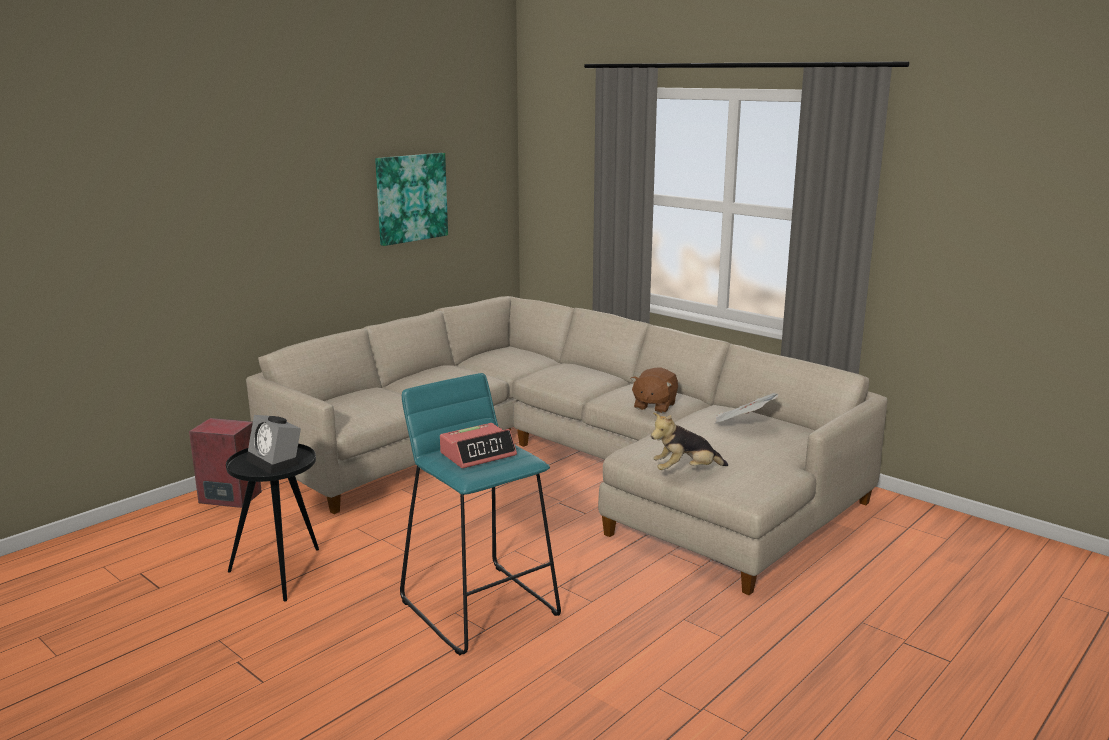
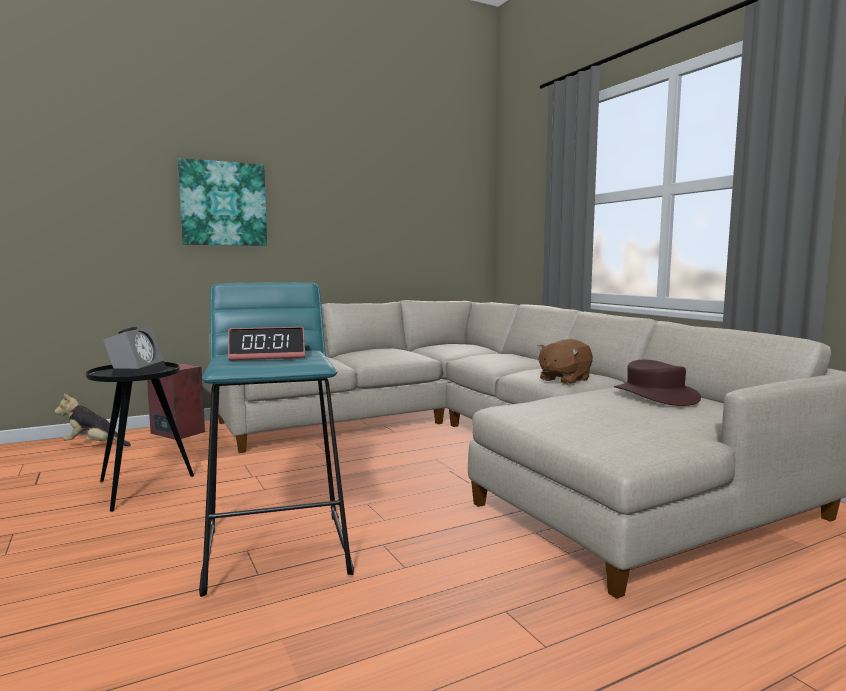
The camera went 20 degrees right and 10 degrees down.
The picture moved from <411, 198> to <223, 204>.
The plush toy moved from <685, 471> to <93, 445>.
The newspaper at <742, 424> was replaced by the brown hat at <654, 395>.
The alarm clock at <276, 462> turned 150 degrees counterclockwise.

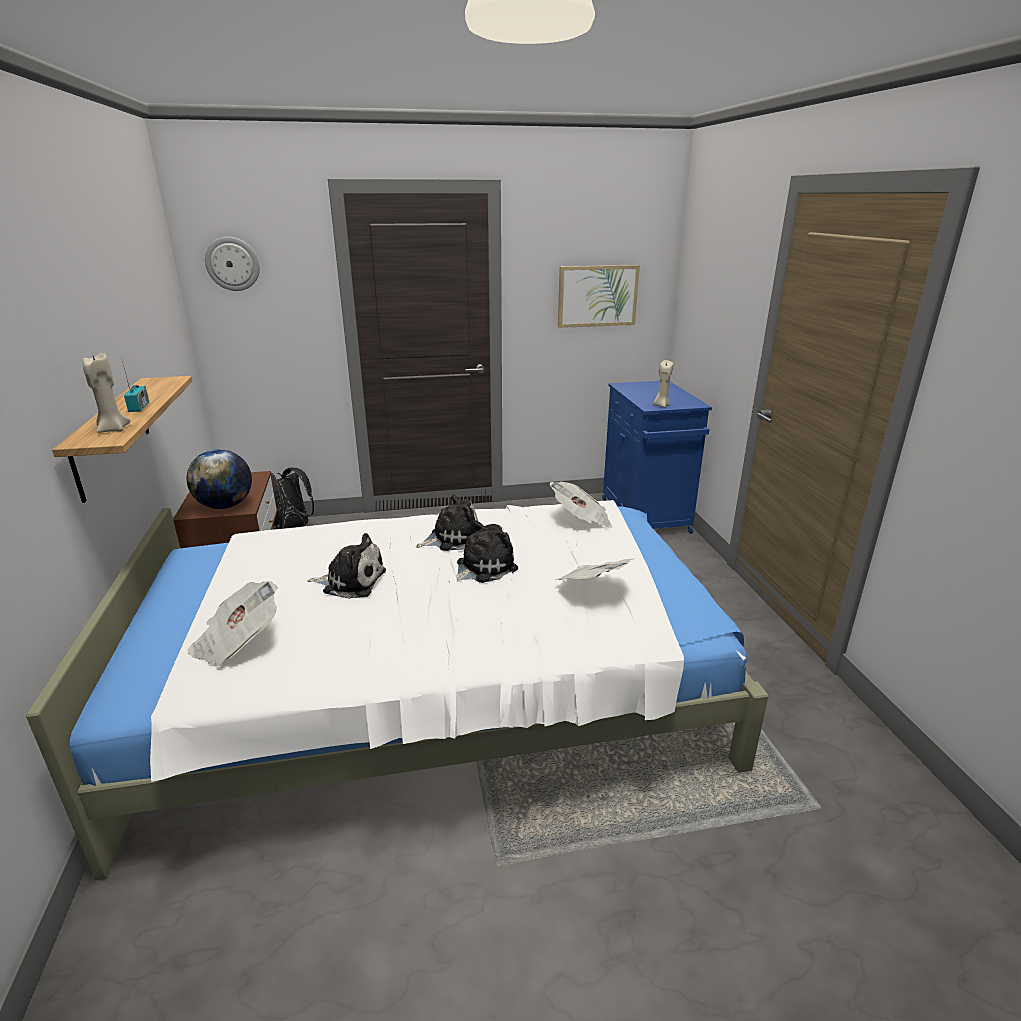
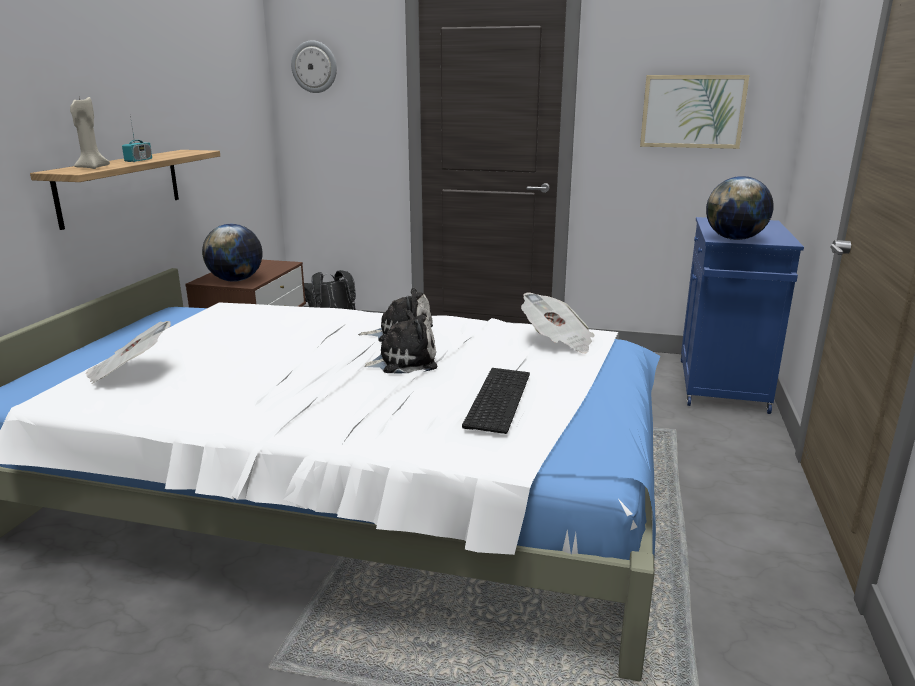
The camera went 25 degrees right and 5 degrees down.
The plush toy at <351, 581> disappeared.
The newspaper at <593, 587> was replaced by the keyboard at <496, 398>.
The beige candle at <661, 405> was replaced by the globe at <735, 239>.

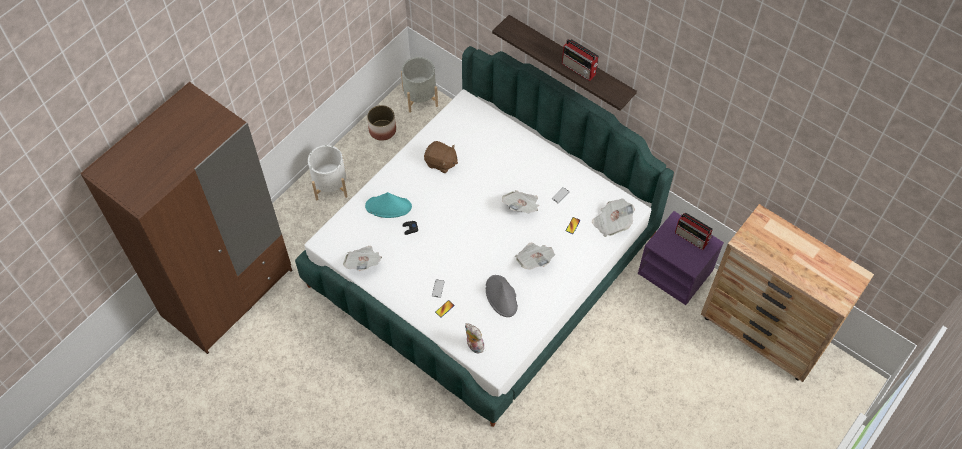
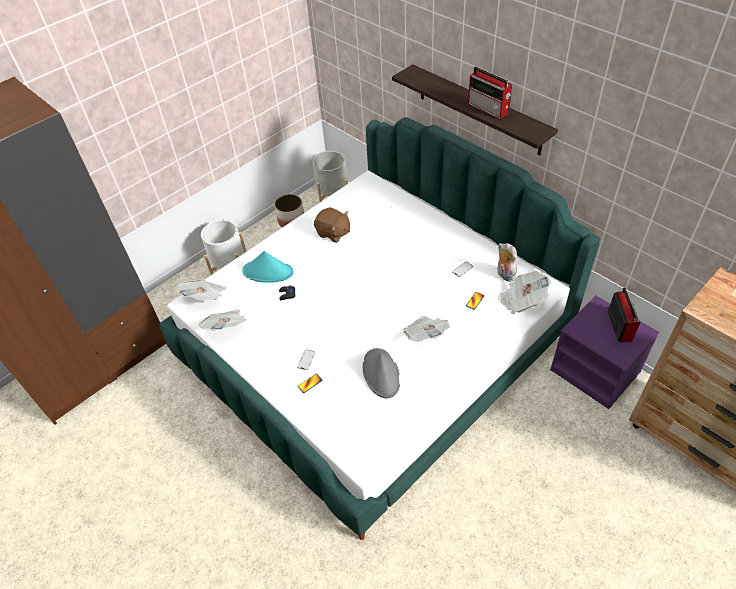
The camera went 10 degrees right and 10 degrees down.
The plush toy moved from <473, 346> to <504, 275>.
The newspaper moved from <521, 207> to <205, 297>.
The radio at <692, 238> turned 135 degrees counterclockwise.

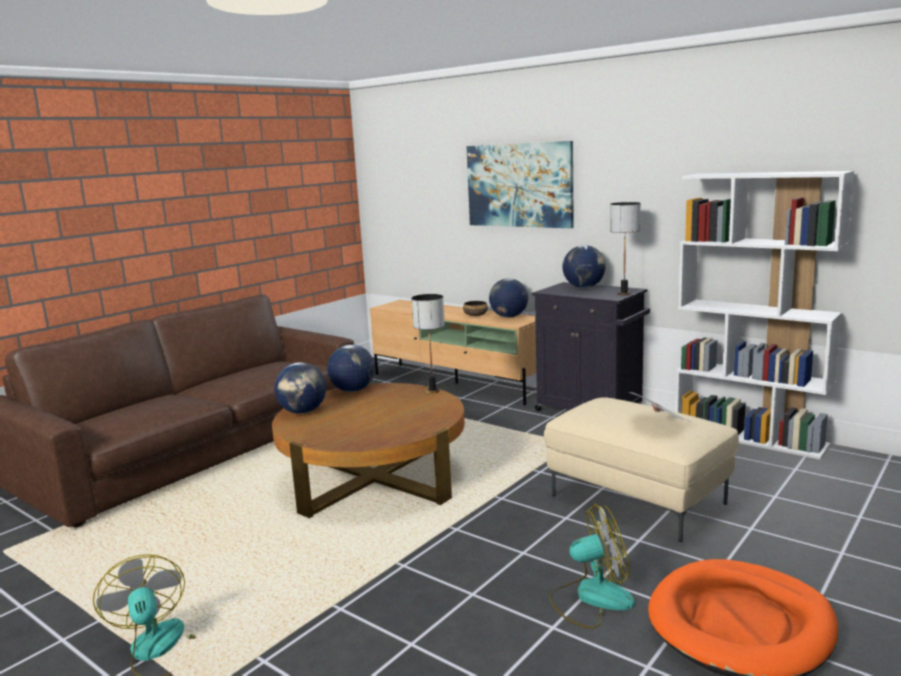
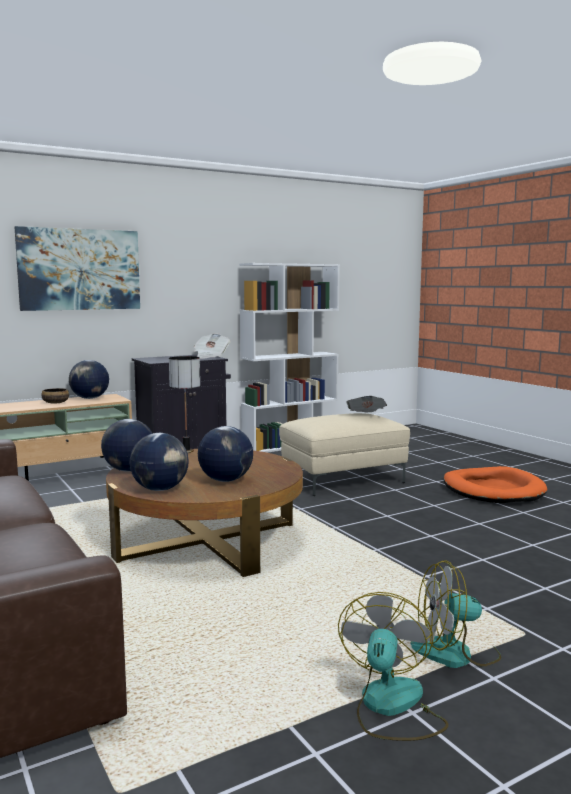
The camera went 70 degrees left and 5 degrees down.
The fan moved from <591, 598> to <391, 707>.
The globe moved from <584, 287> to <226, 480>.
The table lamp at <624, 294> was replaced by the newspaper at <211, 356>.

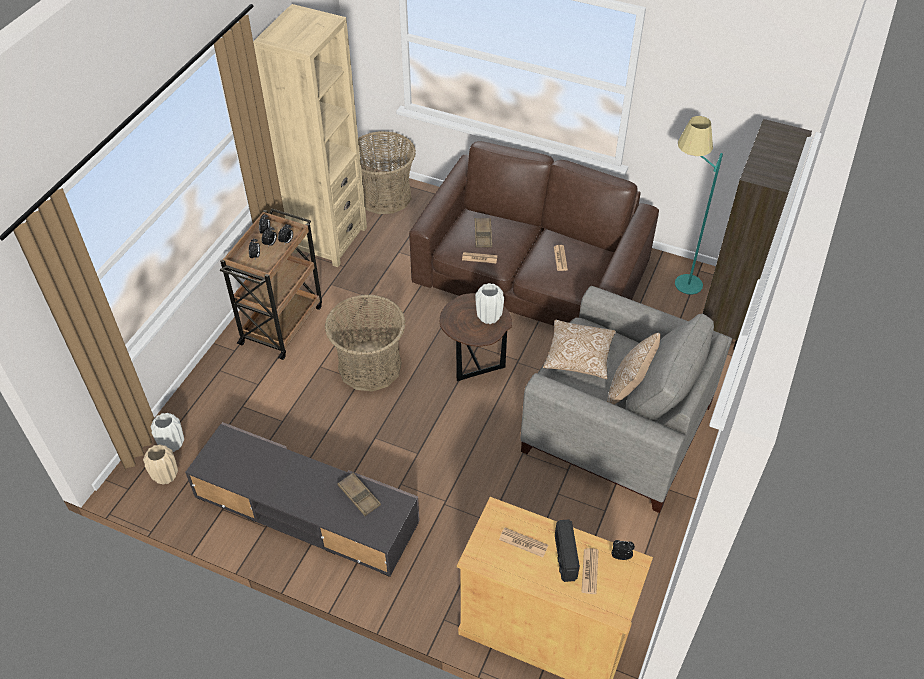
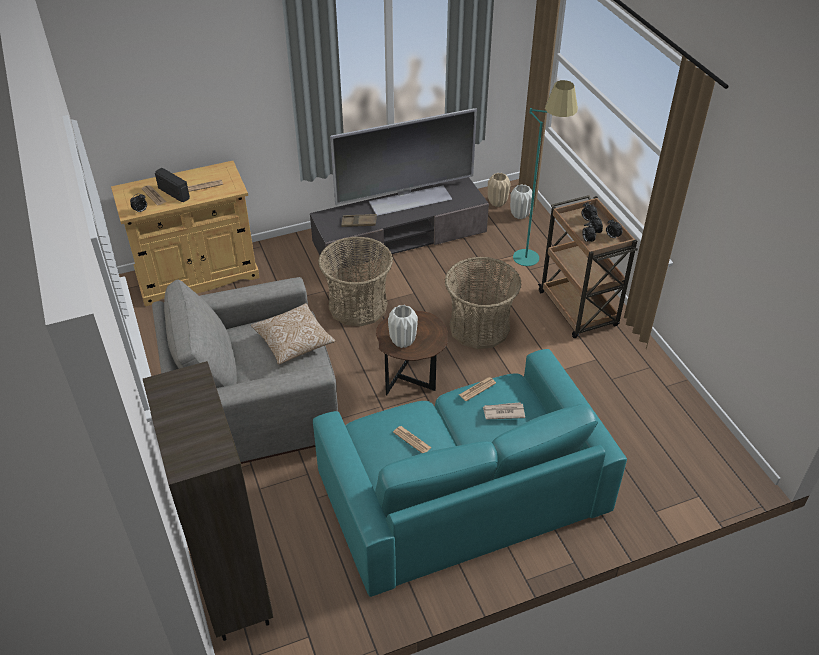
The camera went 135 degrees right and 5 degrees down.
The beige bookcase at <329, 239> disappeared.
The pillow at <629, 389> disappeared.
The television at <409, 200> appeared.
The basket moved from <384, 196> to <358, 306>.
The turquoise floor lamp moved from <675, 283> to <534, 252>.
The brown tray at <483, 235> was replaced by the newspaper at <503, 412>.
The brown sofa at <530, 275> became the turquoise sofa at <461, 491>.

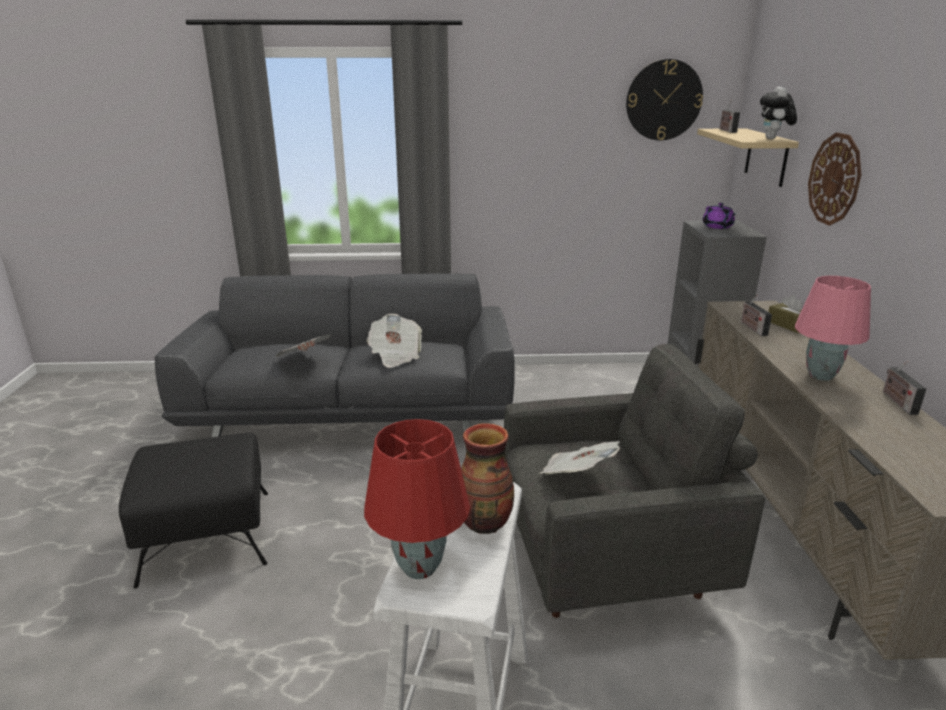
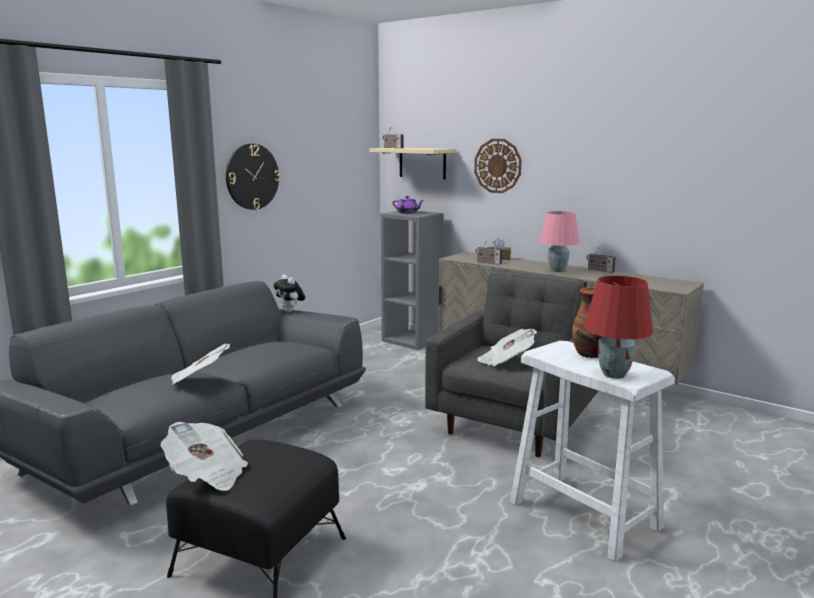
The camera went 50 degrees left and 10 degrees down.
The newspaper moved from <395, 355> to <207, 474>.
The wall clock moved from <663, 100> to <252, 176>.
The plush toy moved from <773, 139> to <290, 312>.

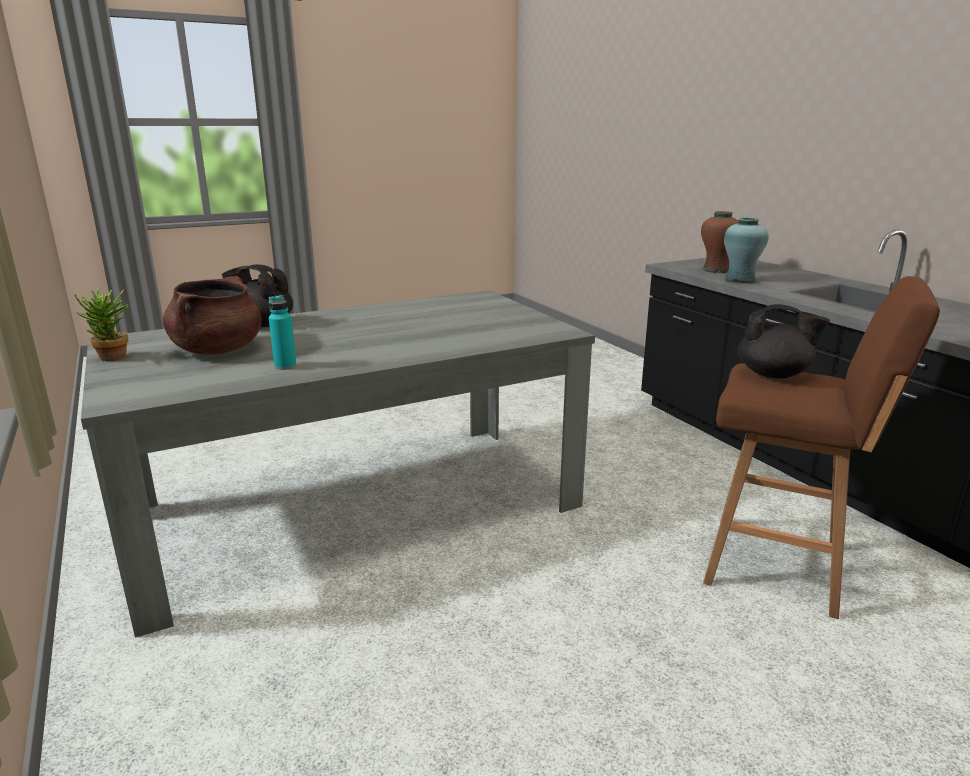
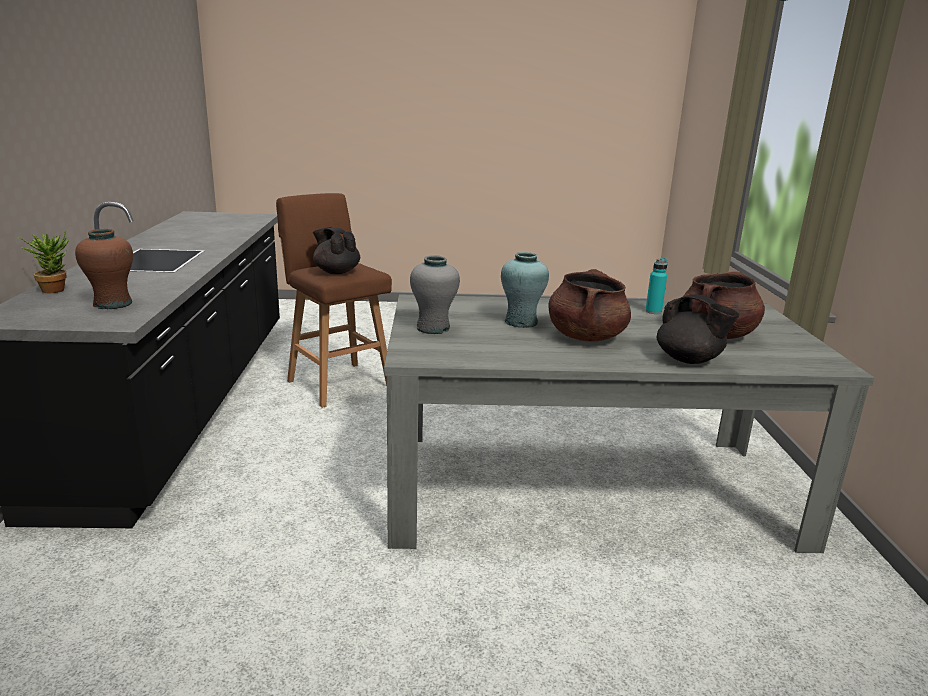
The camera went 155 degrees left and 0 degrees up.
The grey vase at <433, 328> appeared.
The brown cooking pot at <586, 336> appeared.
The potted plant moved from <113, 359> to <55, 289>.
The turquoise vase moved from <740, 280> to <521, 322>.

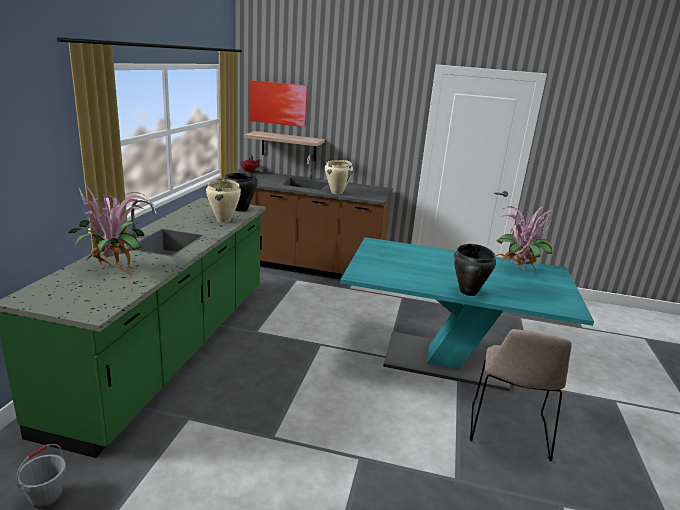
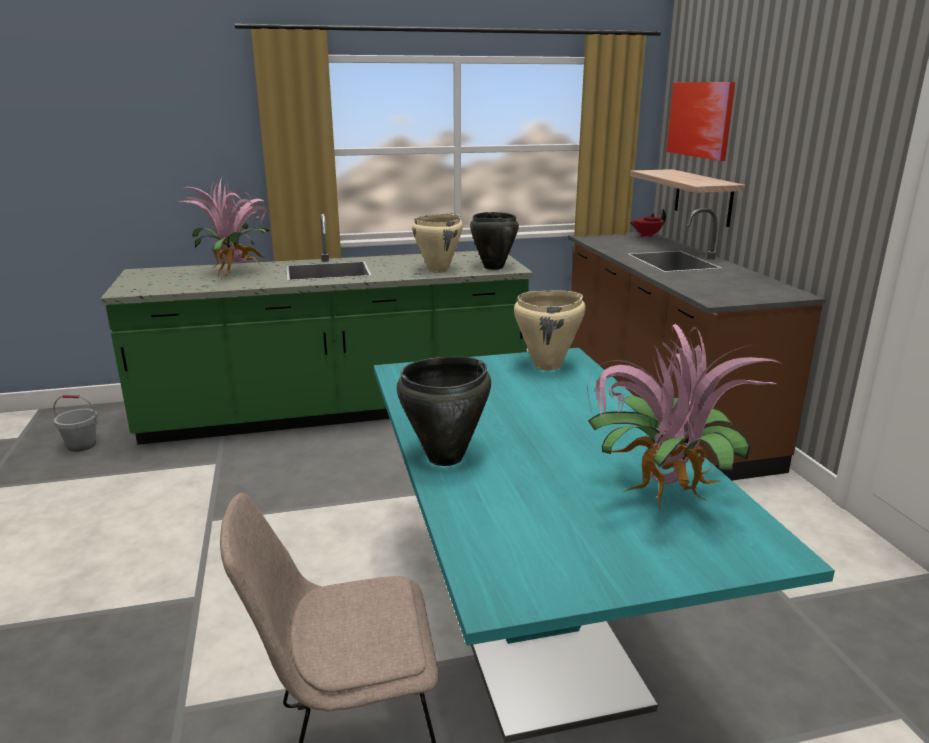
The camera went 65 degrees right and 0 degrees up.
The beige cooking pot moved from <337, 192> to <547, 366>.

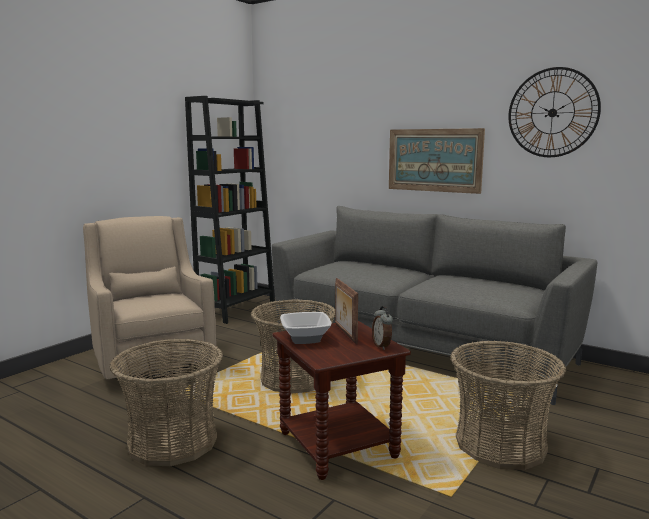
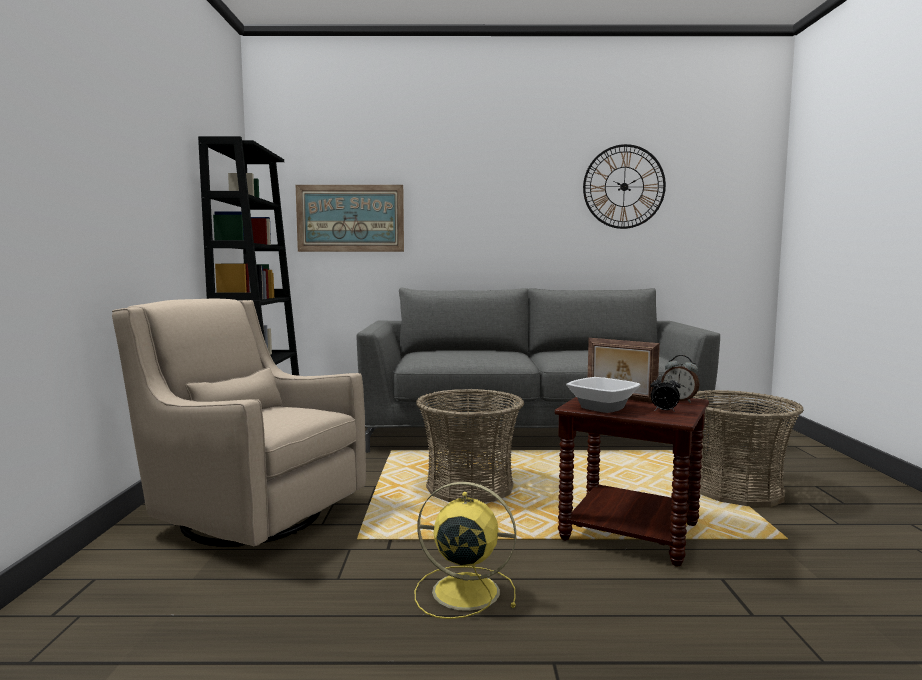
The camera went 35 degrees left and 5 degrees down.
The alarm clock at <664, 411> appeared.
The picture moved from <434, 160> to <350, 218>.
The basket at <172, 442> was replaced by the yellow fan at <462, 591>.

